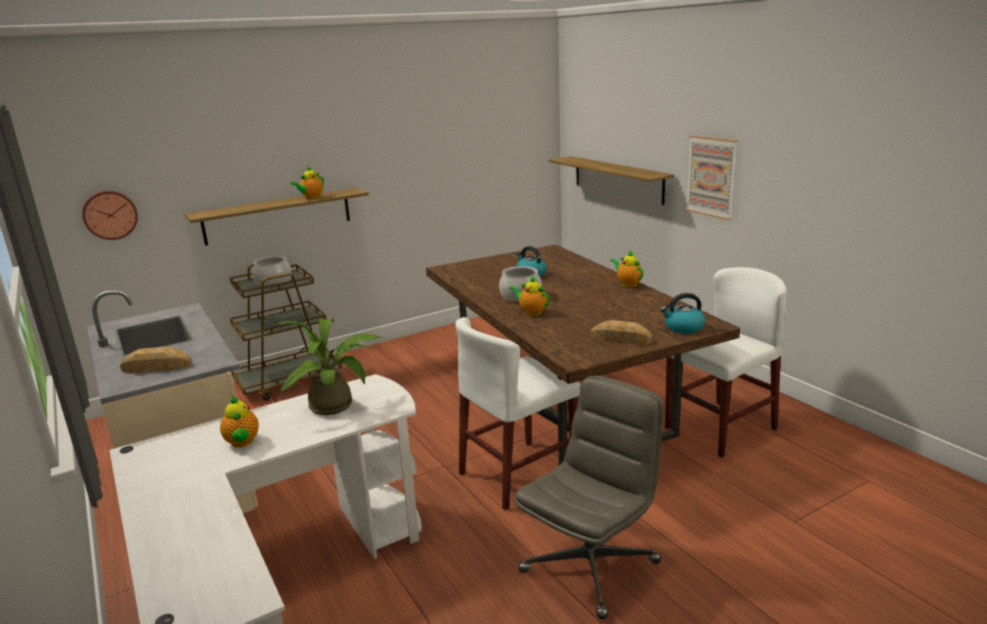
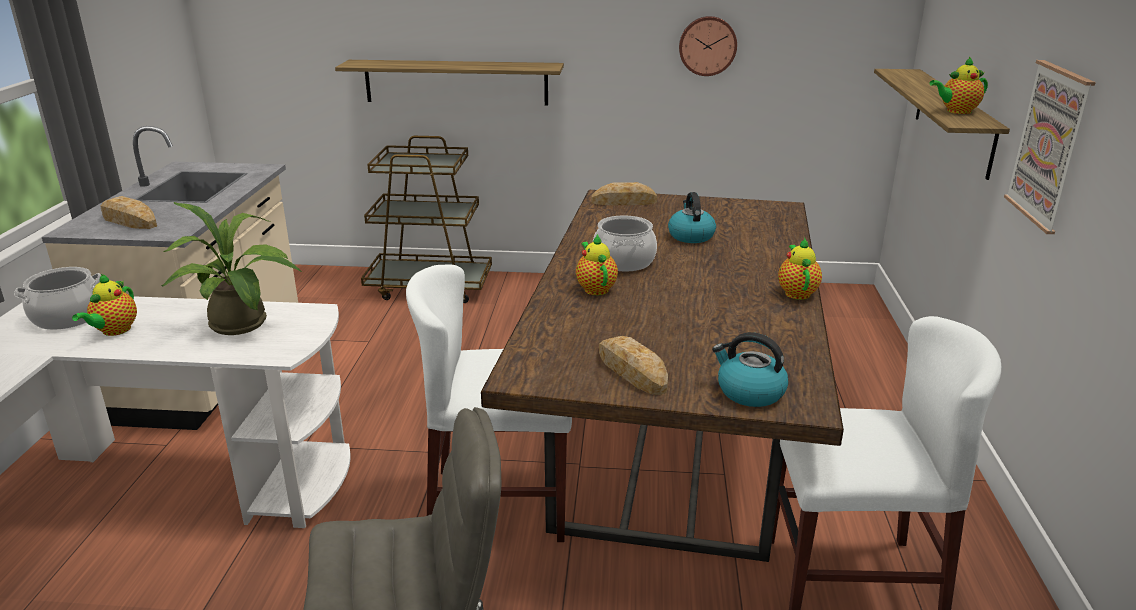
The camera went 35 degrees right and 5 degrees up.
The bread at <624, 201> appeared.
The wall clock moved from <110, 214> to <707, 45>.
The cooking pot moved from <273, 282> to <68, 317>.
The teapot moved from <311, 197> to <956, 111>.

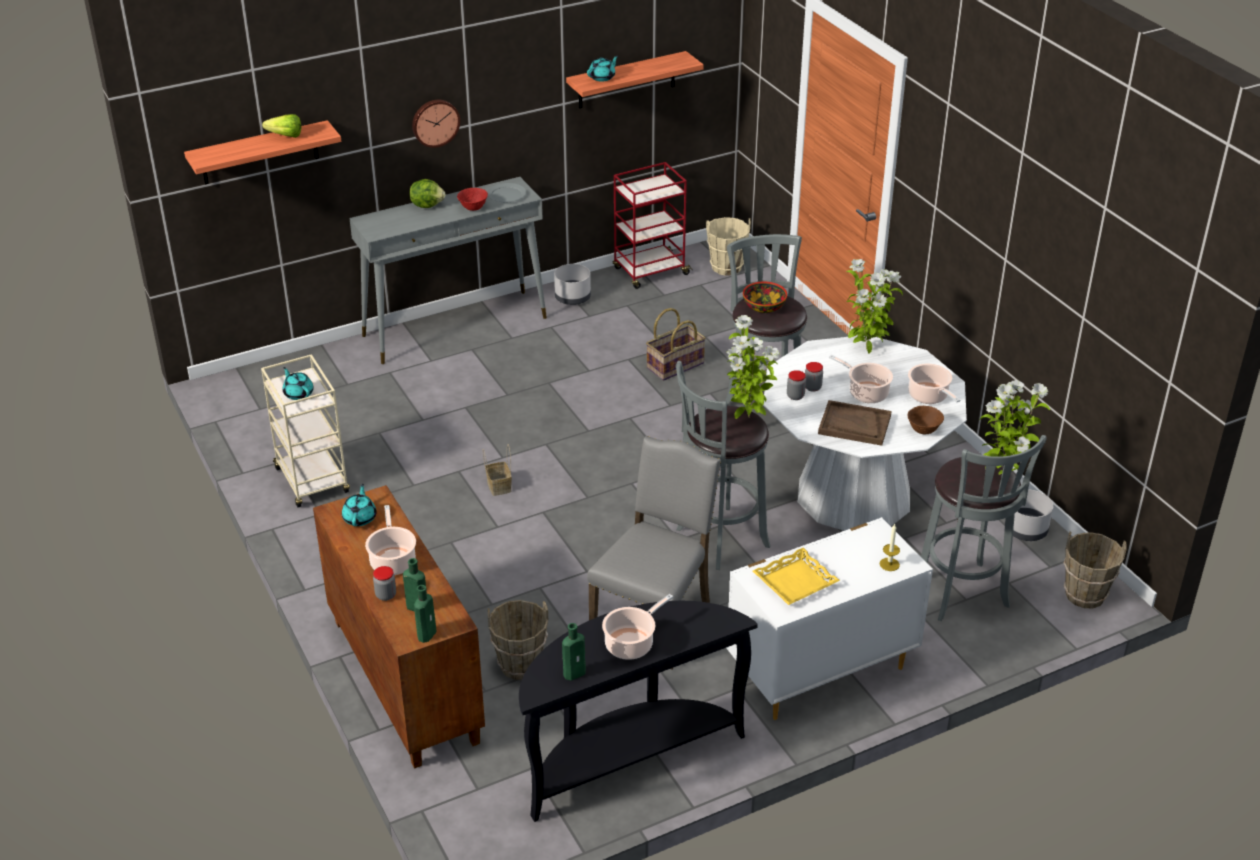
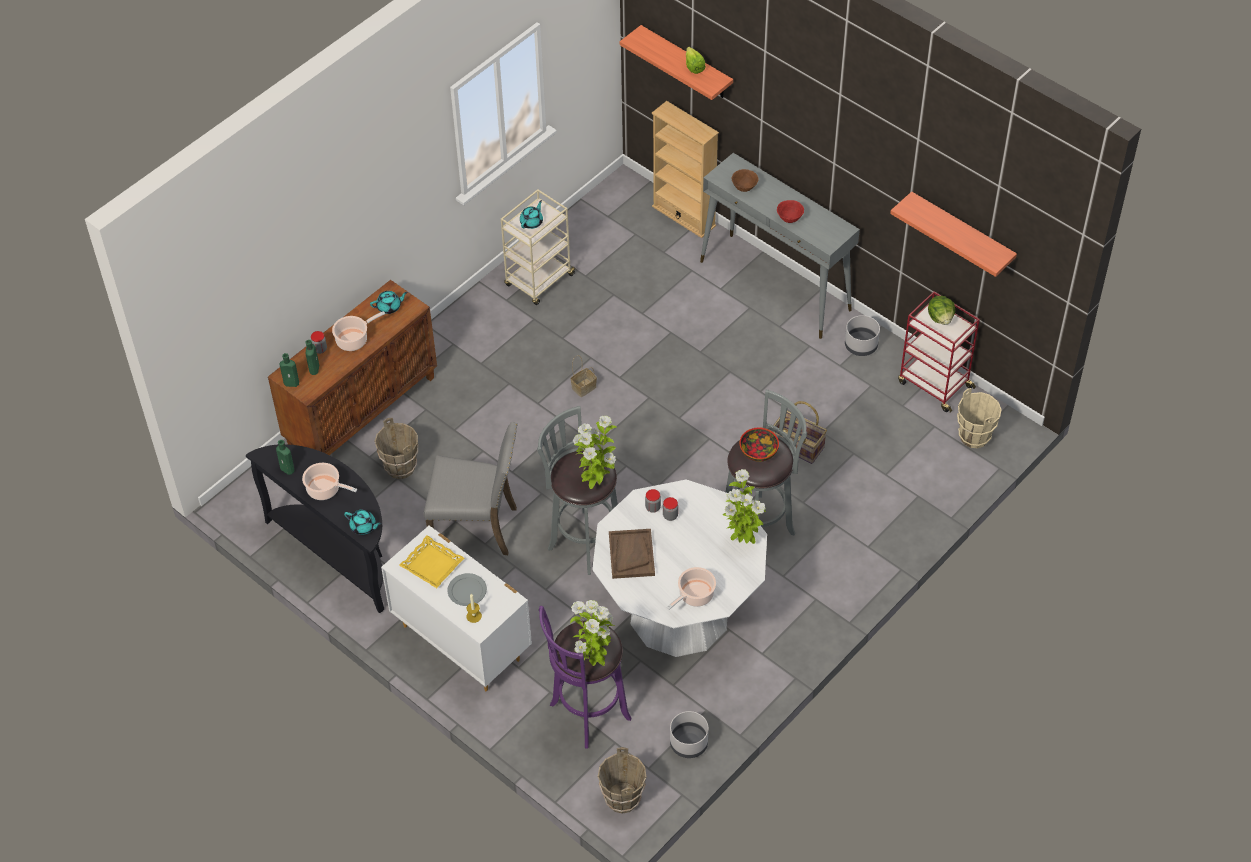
The camera went 70 degrees right and 15 degrees up.
The wall clock at <435, 122> disappeared.
The cooking pot at <866, 393> disappeared.
The beige bookcase at <684, 216> appeared.
The lettuce moved from <427, 205> to <941, 318>.
The grey plate moved from <507, 195> to <467, 591>.
The turquoise teapot moved from <602, 77> to <363, 527>.
The brown bowl moved from <924, 430> to <744, 188>.
The grey stool at <963, 595> became the purple stool at <586, 714>.

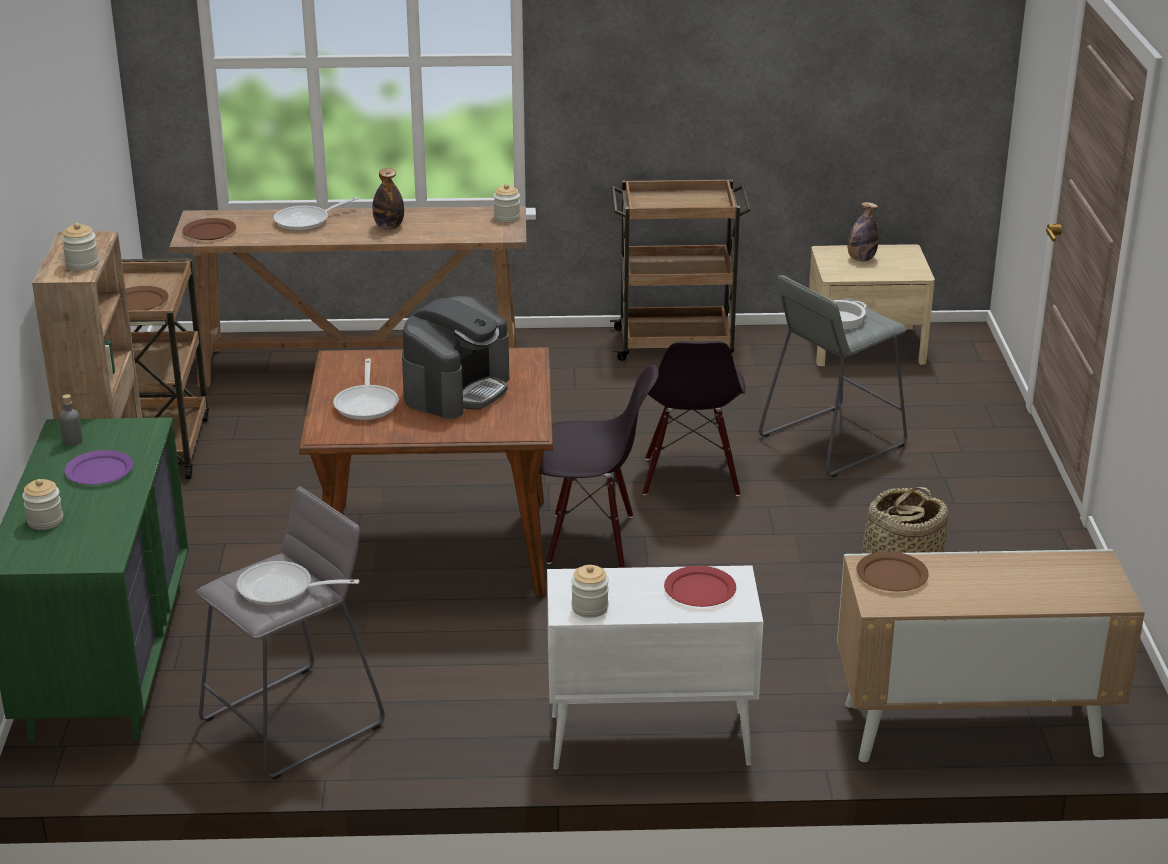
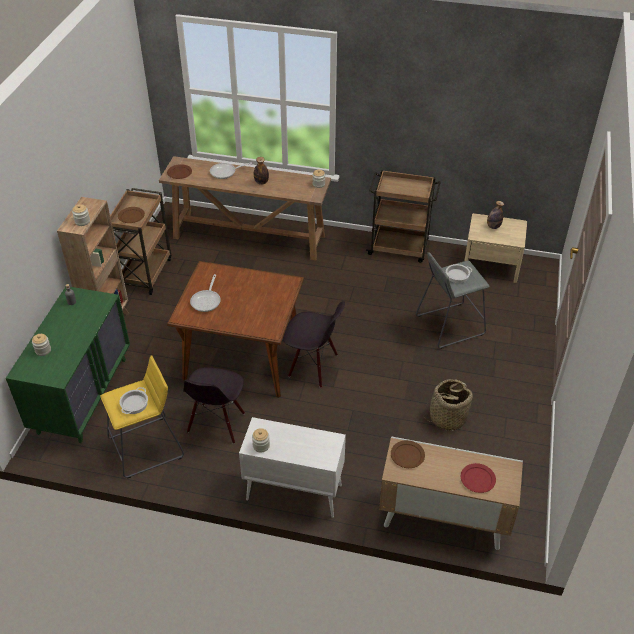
The camera went 15 degrees right and 15 degrees up.
The purple plate at <100, 471> disappeared.
The coffee machine at <457, 389> disappeared.
The black chair moved from <690, 477> to <217, 423>.
The red plate moved from <700, 590> to <478, 479>.
The frying pan at <282, 590> was replaced by the cooking pot at <134, 404>.
The grey stool at <293, 722> became the yellow stool at <146, 447>.

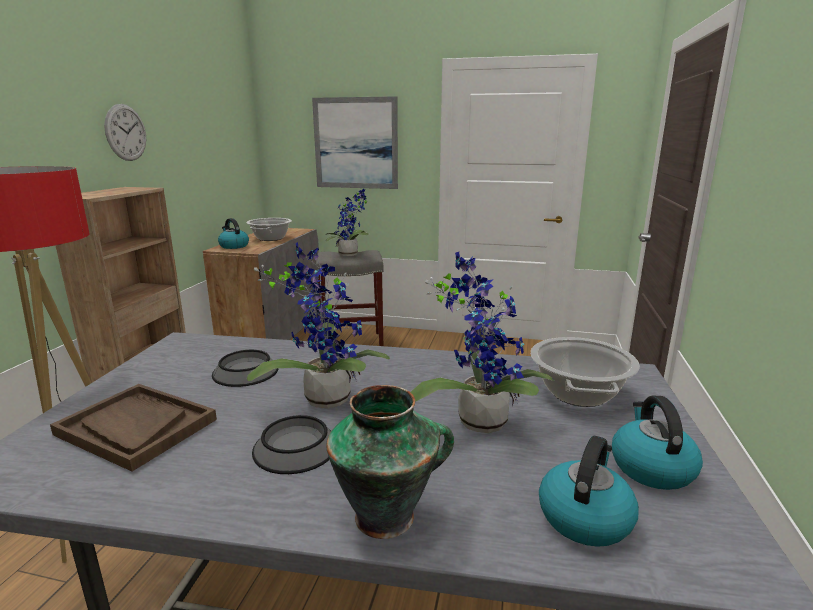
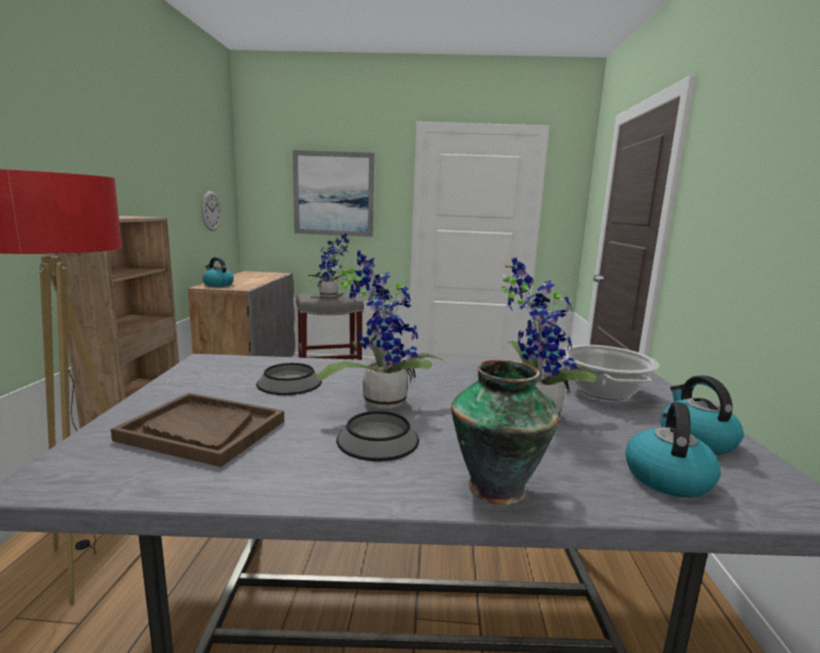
The camera went 10 degrees left and 5 degrees down.
The cooking pot at <271, 238> disappeared.
The wall clock moved from <126, 132> to <211, 211>.

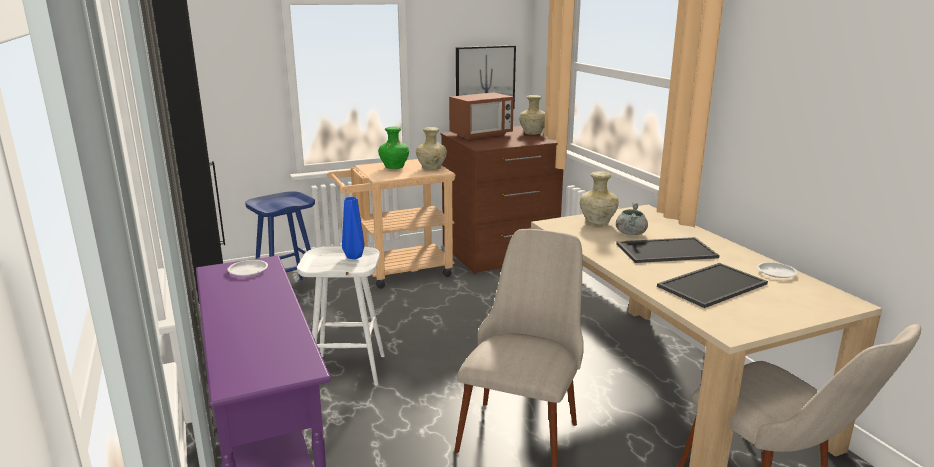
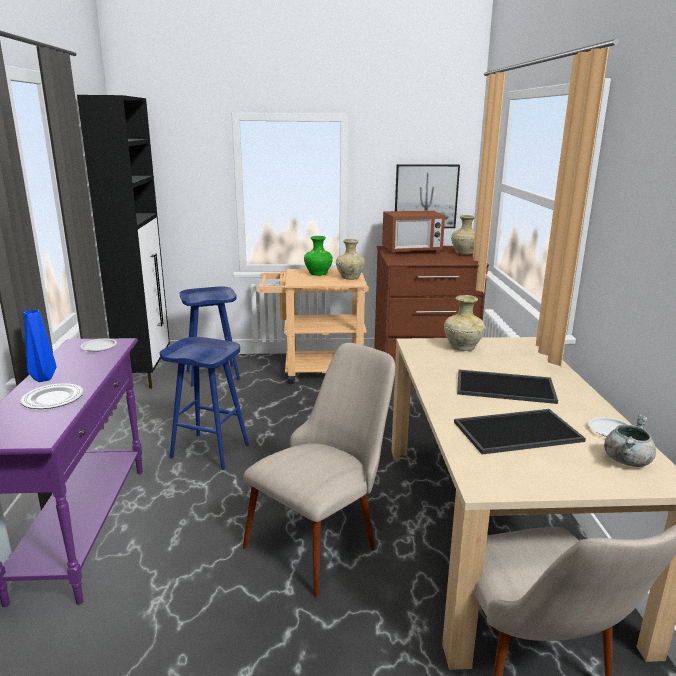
The camera went 20 degrees right and 0 degrees up.
The plate at <52, 399> appeared.
The blue vase moved from <353, 256> to <42, 378>.
The grey cooking pot moved from <630, 233> to <627, 460>.
The white stool at <349, 369> became the blue stool at <211, 451>.

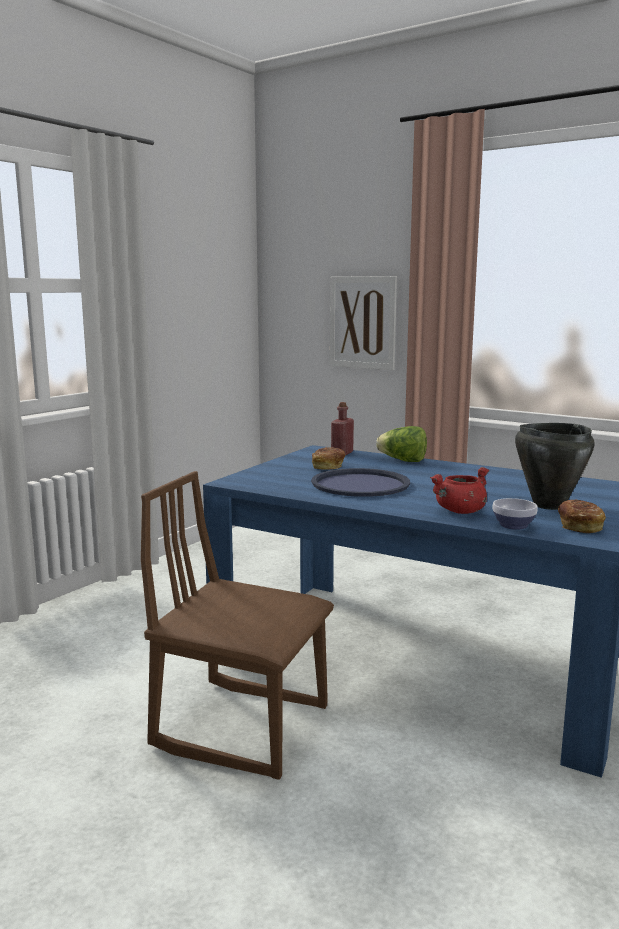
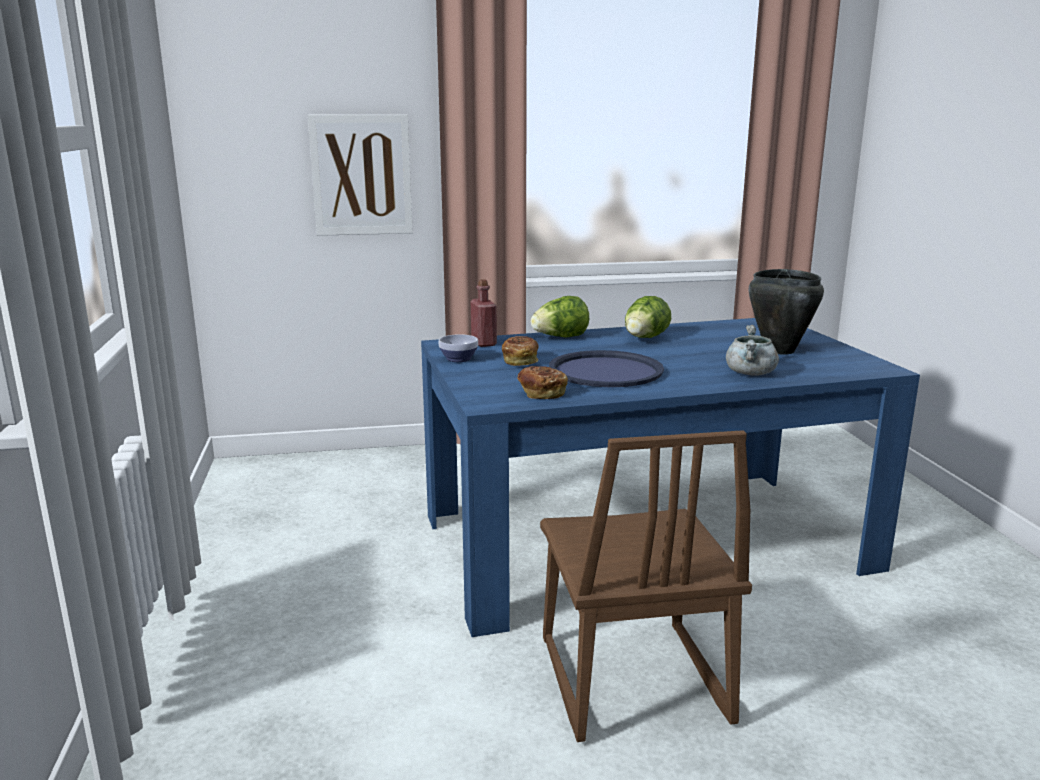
The camera went 45 degrees left and 5 degrees up.
The lettuce at <644, 338> appeared.
The bowl moved from <512, 525> to <457, 359>.
The bread moved from <579, 527> to <541, 393>.
The red cooking pot at <460, 511> became the grey cooking pot at <750, 373>.
The brown chair at <242, 725> turned 75 degrees counterclockwise.

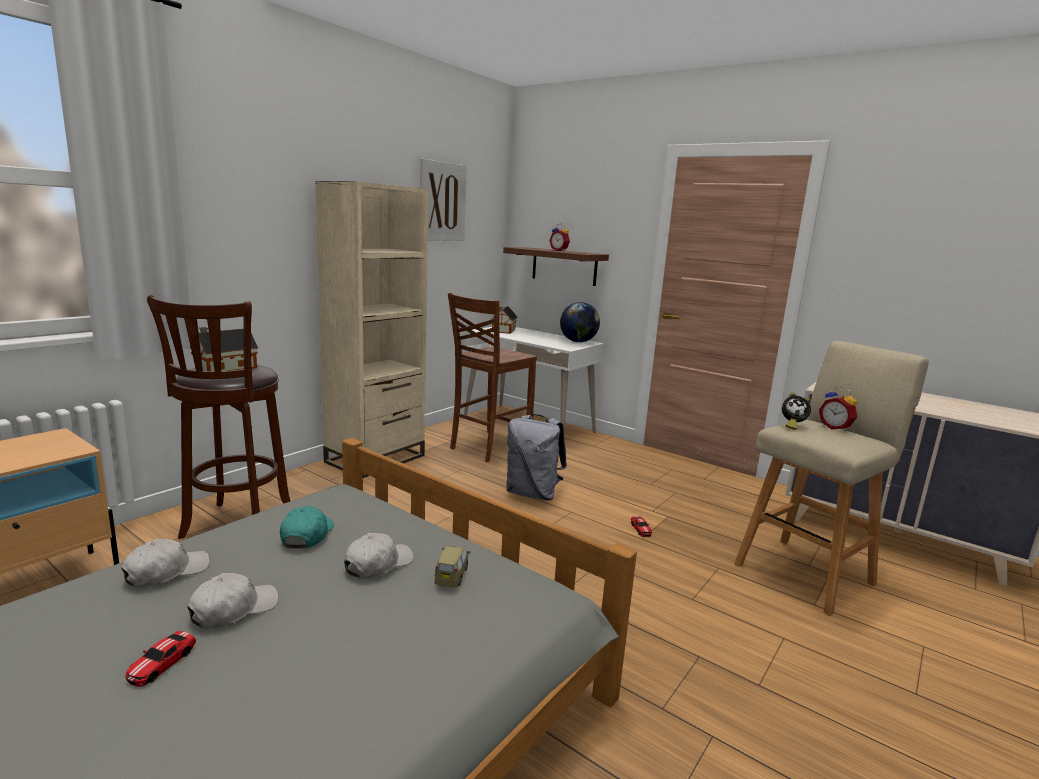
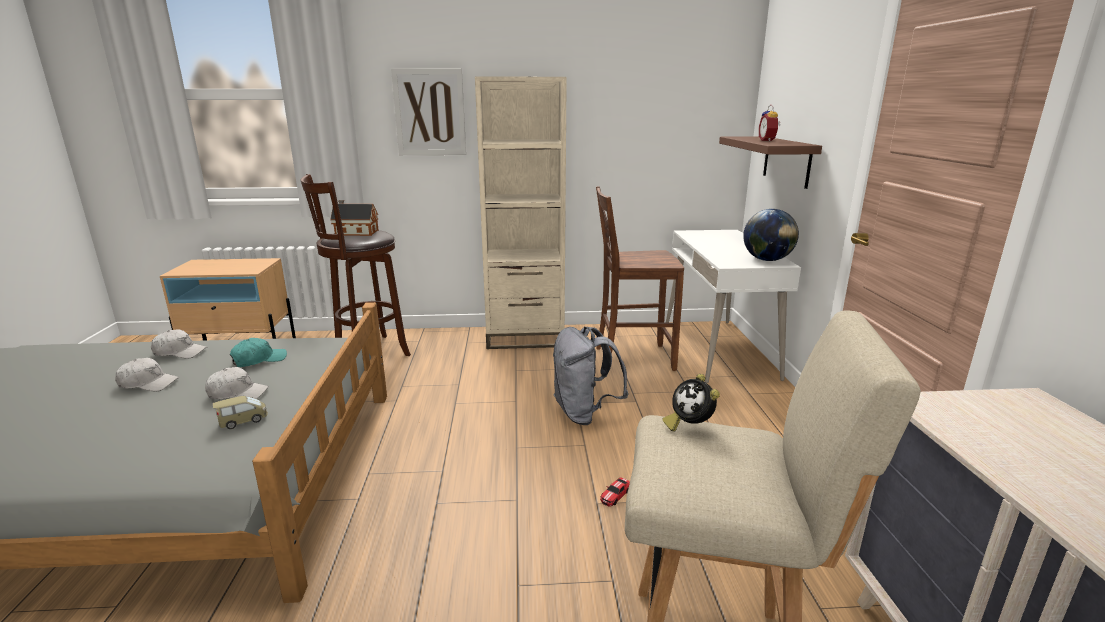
The camera went 50 degrees right and 5 degrees up.
The toy car at <162, 663> disappeared.
The toy house at <503, 330> disappeared.
The alarm clock at <835, 428> disappeared.
The picture moved from <442, 202> to <430, 112>.

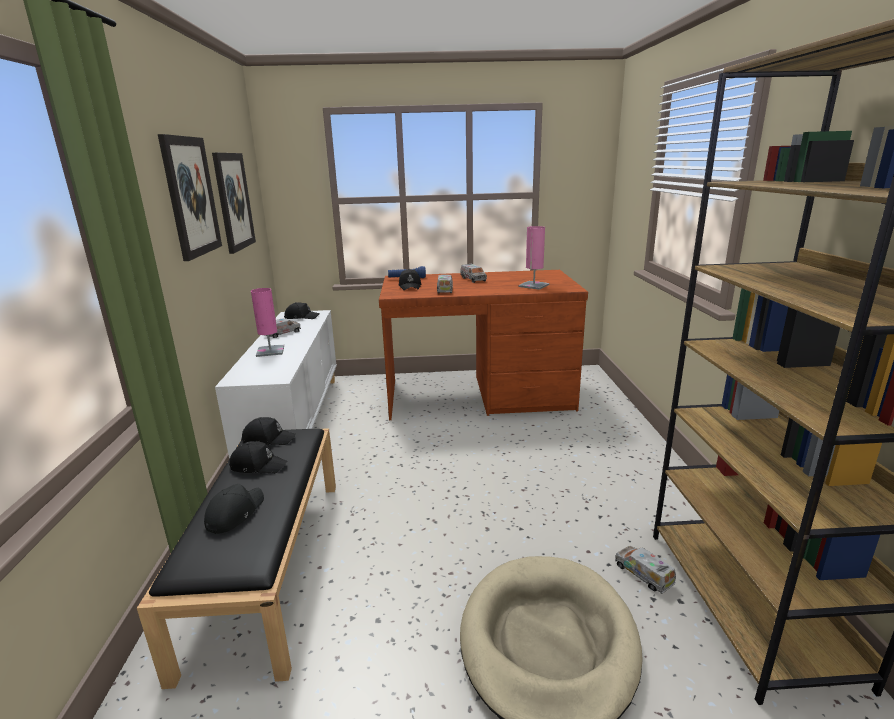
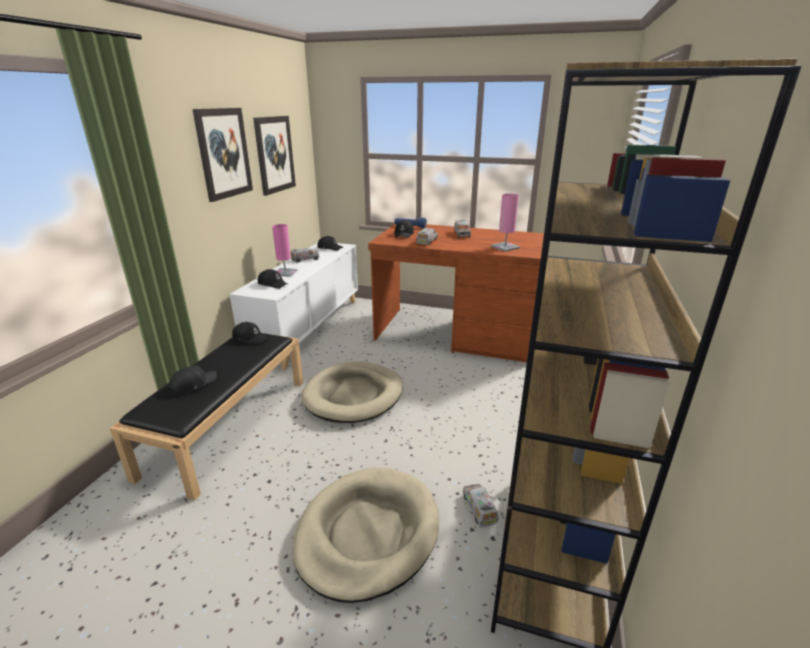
The camera went 20 degrees right and 5 degrees up.
The beige dog bed at <354, 395> appeared.
The black cap moved from <258, 465> to <272, 284>.

